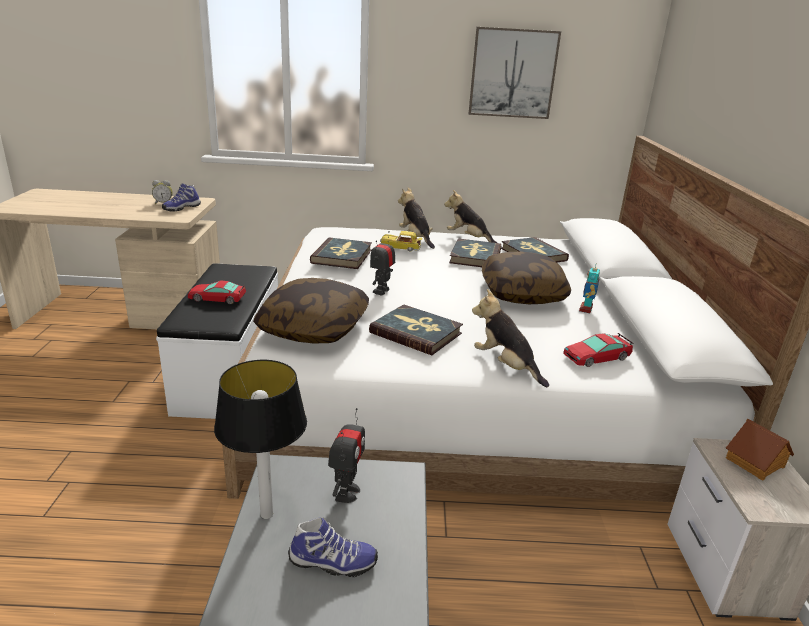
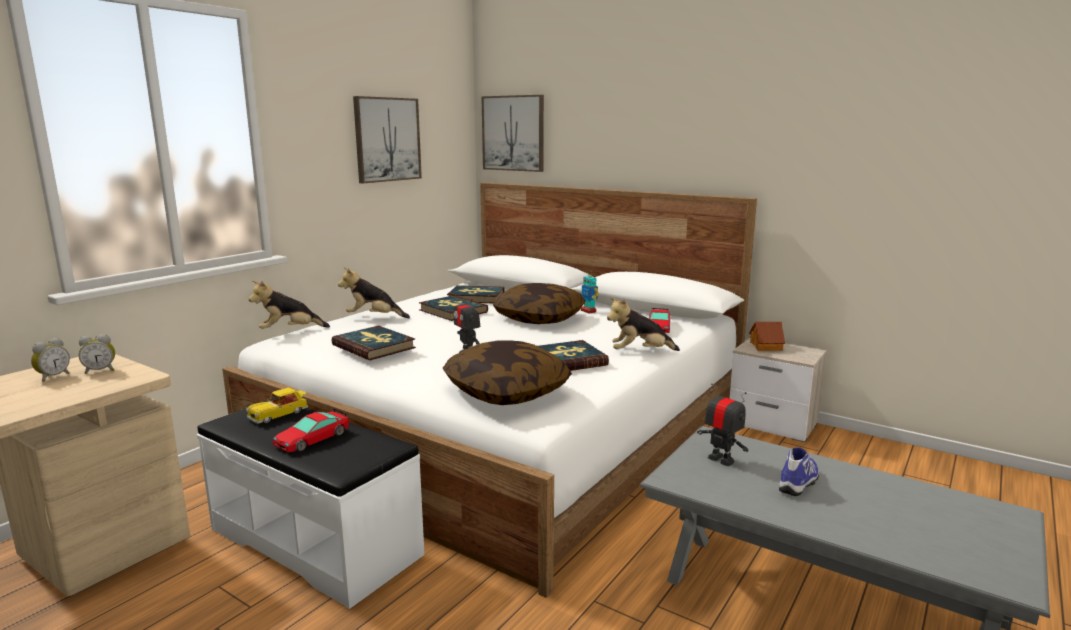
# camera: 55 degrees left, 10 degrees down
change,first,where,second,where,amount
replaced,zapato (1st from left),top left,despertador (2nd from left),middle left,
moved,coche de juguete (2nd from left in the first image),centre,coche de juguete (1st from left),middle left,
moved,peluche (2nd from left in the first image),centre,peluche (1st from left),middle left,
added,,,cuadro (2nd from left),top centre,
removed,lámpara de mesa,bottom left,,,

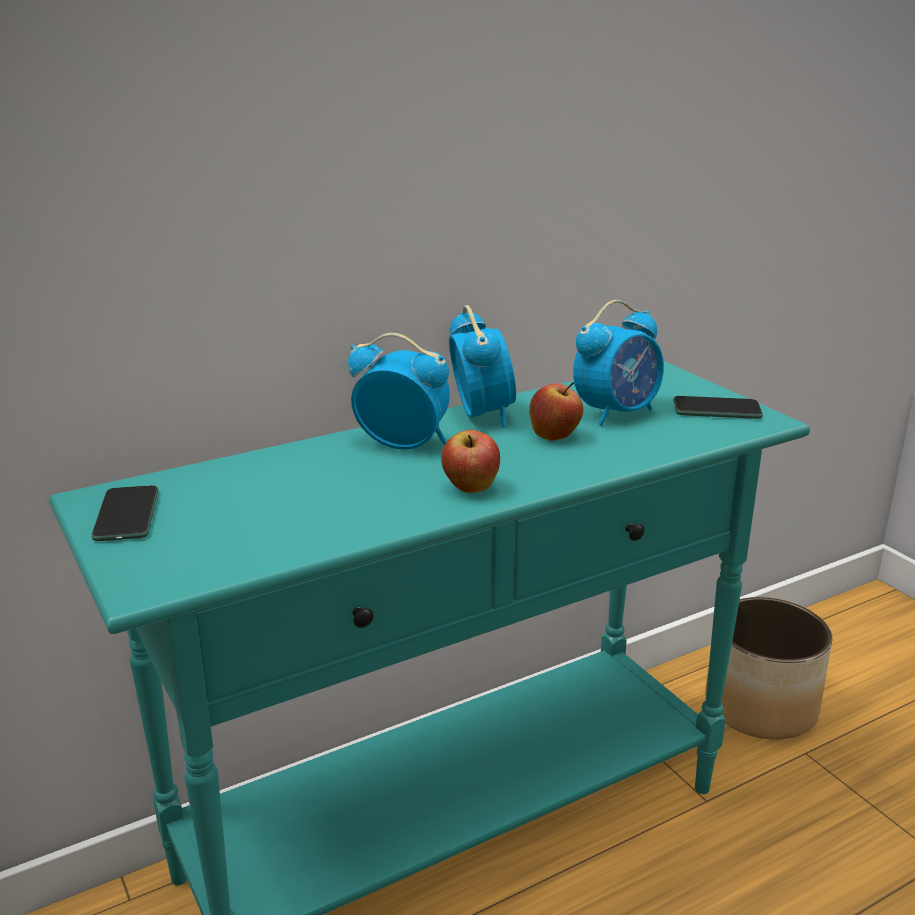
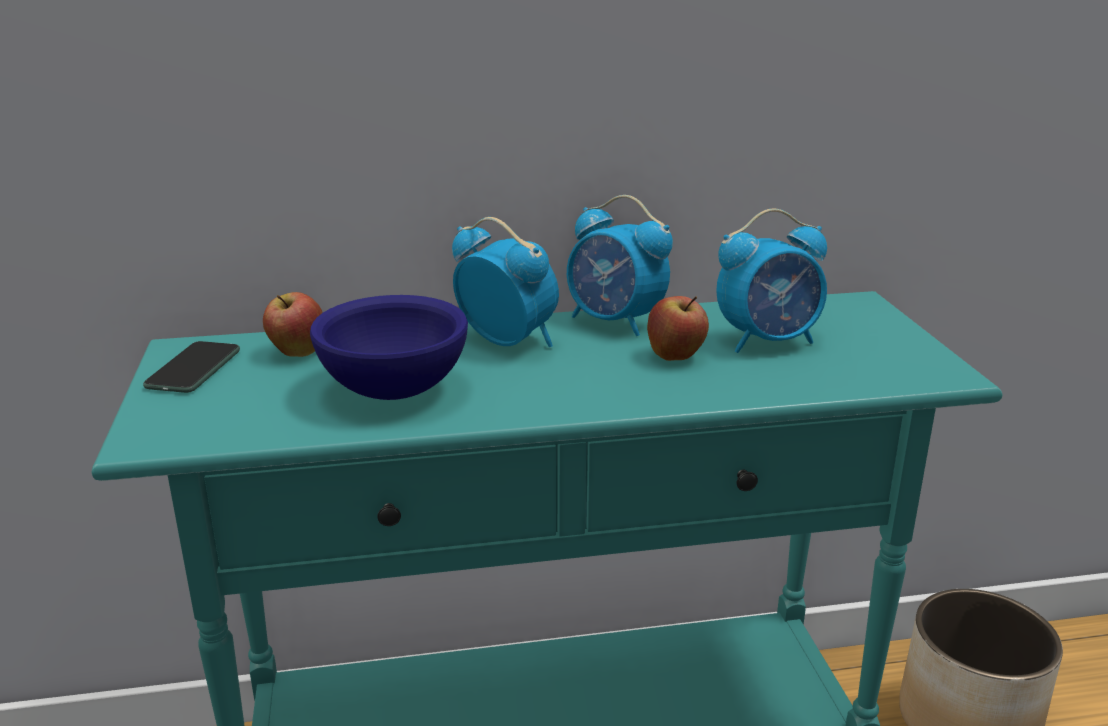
# camera: 20 degrees right, 0 degrees up
change,first,where,second,where,amount
moved,manzana (1st from left),centre,,middle left,
added,,,cuenco [azul],centre,
turned,despertador (2nd from left),centre,,centre,120 degrees clockwise
removed,móvil (2nd from left),middle right,,,

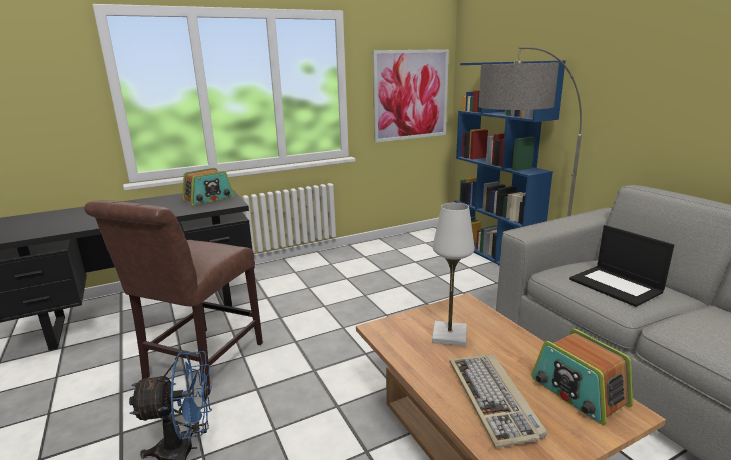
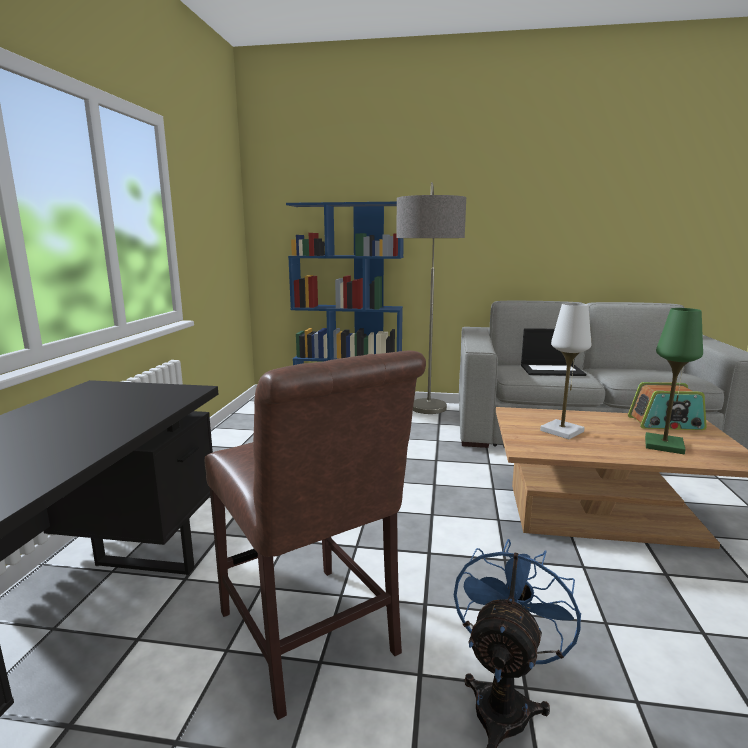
# camera: 55 degrees left, 5 degrees down
change,first,where,second,where,amount
replaced,teclado,bottom right,lámpara de mesa [verde],middle right,
removed,radio (1st from left),middle left,,,
removed,cuadro,top centre,,,

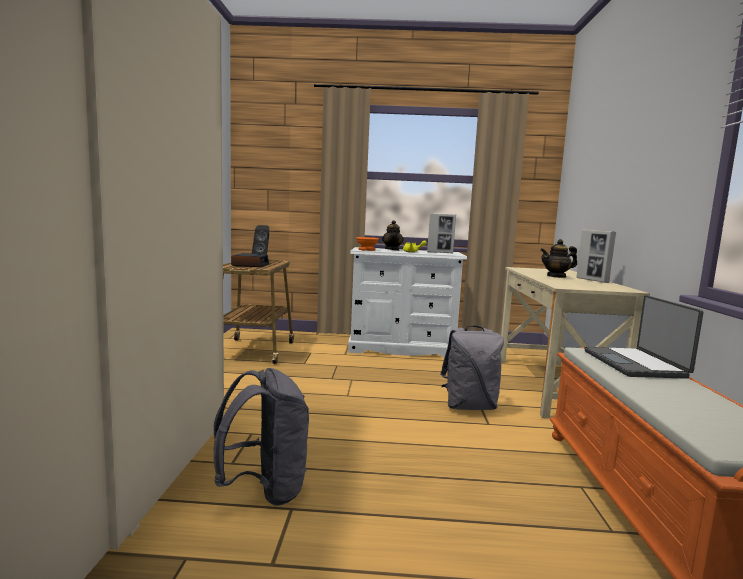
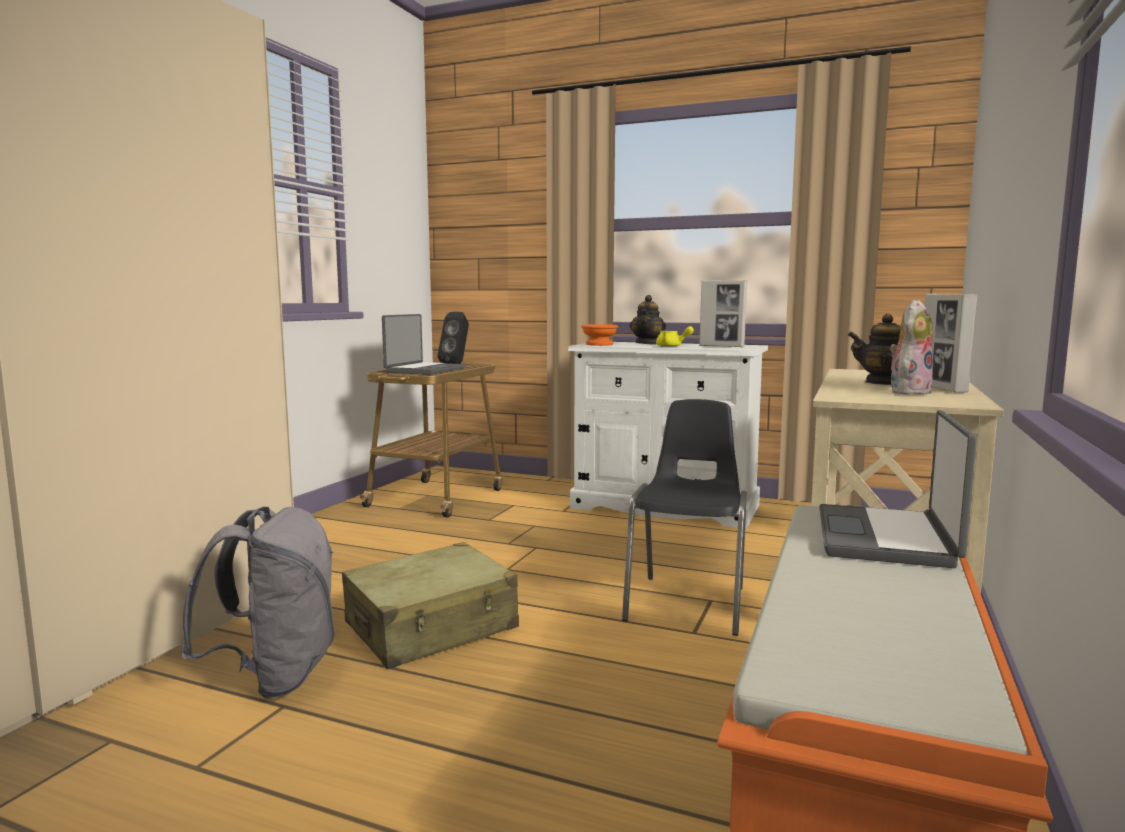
# camera: 20 degrees right, 0 degrees up
change,first,where,second,where,amount
added,,,maleta [beis],bottom centre,
replaced,despertador,centre,portátil (1st from left),centre,
replaced,mochila [gris] (2nd from left),centre,silla [negro],centre,
added,,,peluche,middle right,

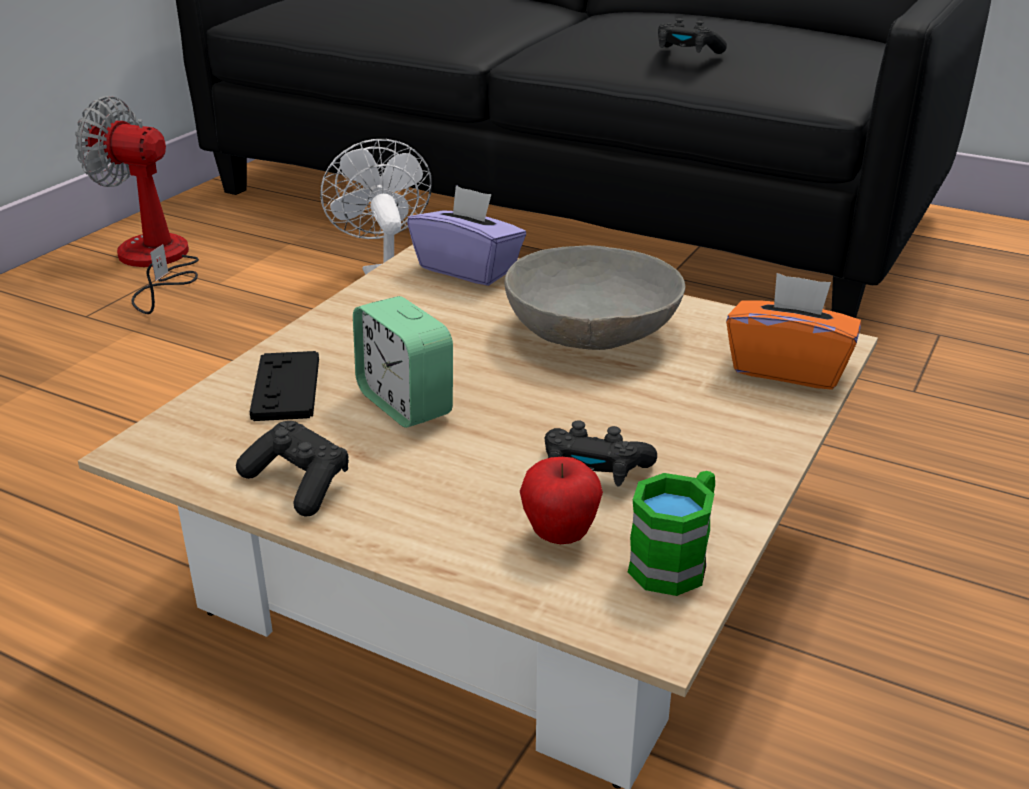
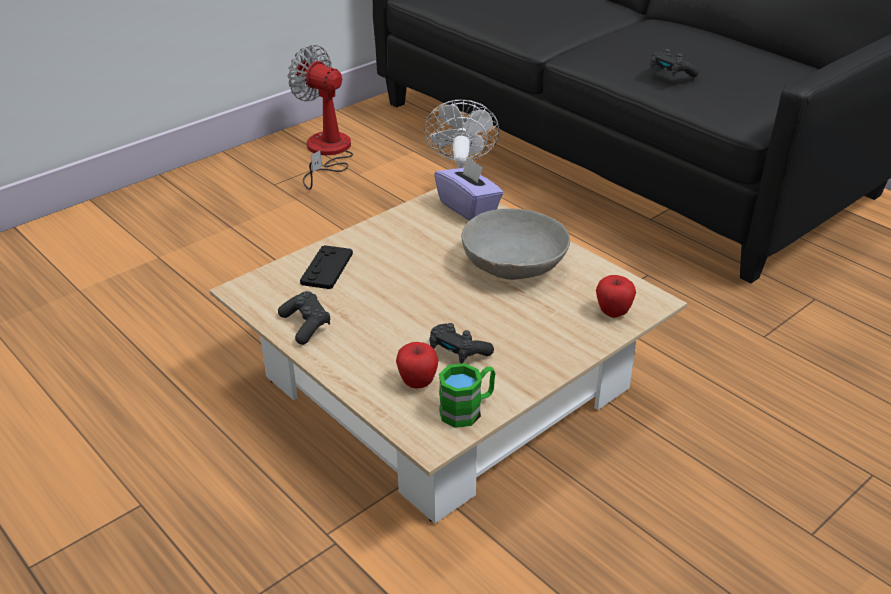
# camera: 20 degrees right, 5 degrees up
change,first,where,second,where,amount
replaced,caja de pañuelos [naranja],middle right,manzana (2nd from left),middle right,
removed,despertador,centre,,,

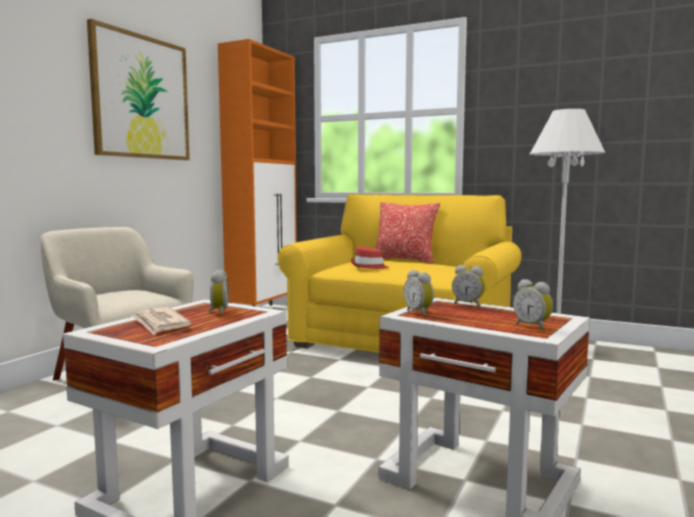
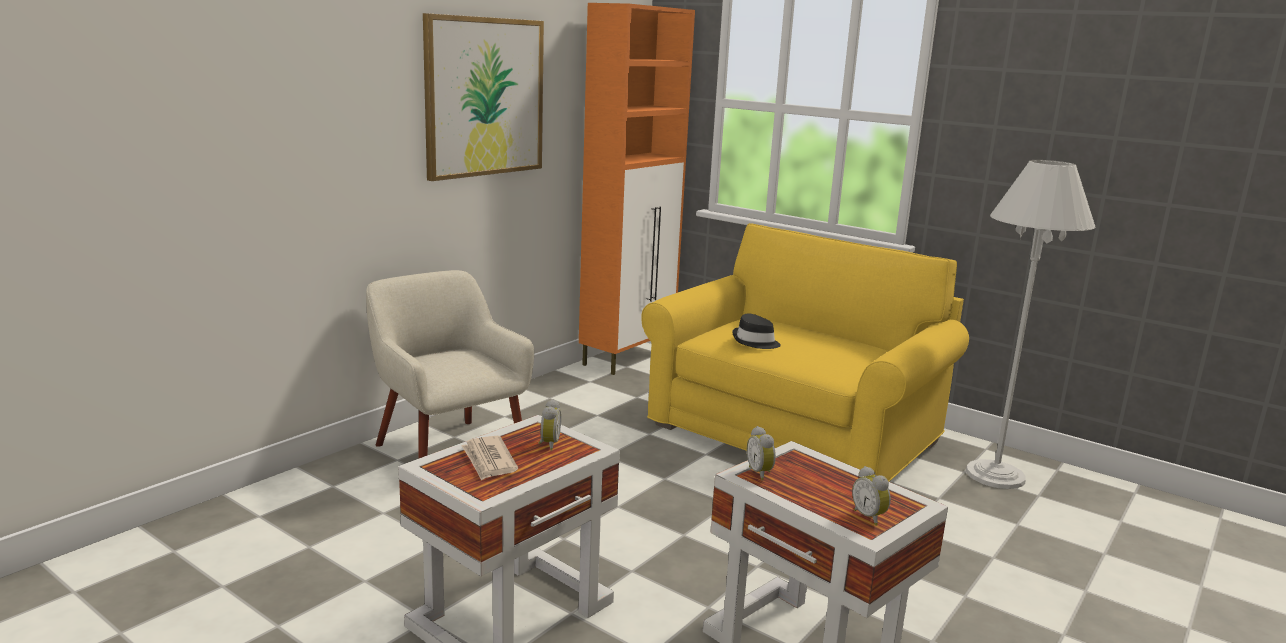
# camera: 10 degrees right, 10 degrees up
change,first,where,second,where,amount
recoloured,sombrero [rojo],centre,sombrero [negro],centre,
removed,cojín,centre,,,
removed,despertador (3rd from left),middle right,,,

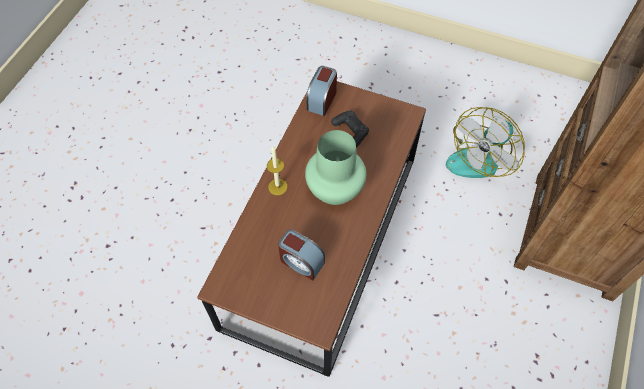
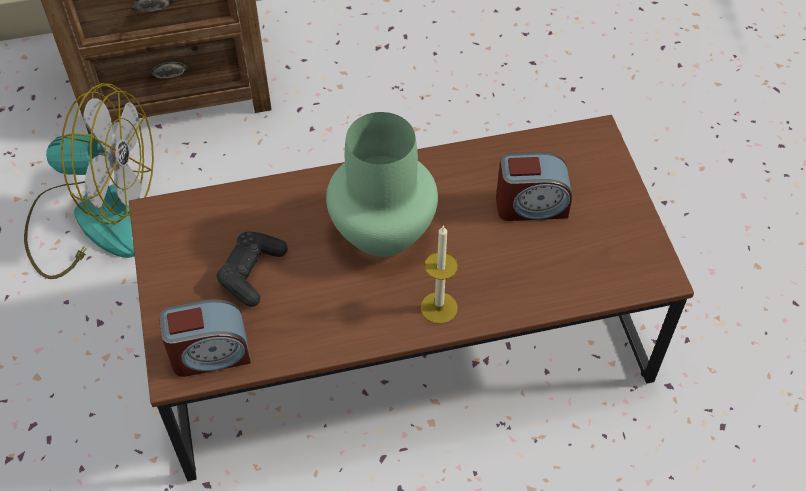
# camera: 125 degrees left, 5 degrees down
change,first,where,second,where,amount
turned,despertador (1st from left in the first image),centre,despertador (2nd from left),centre,90 degrees clockwise

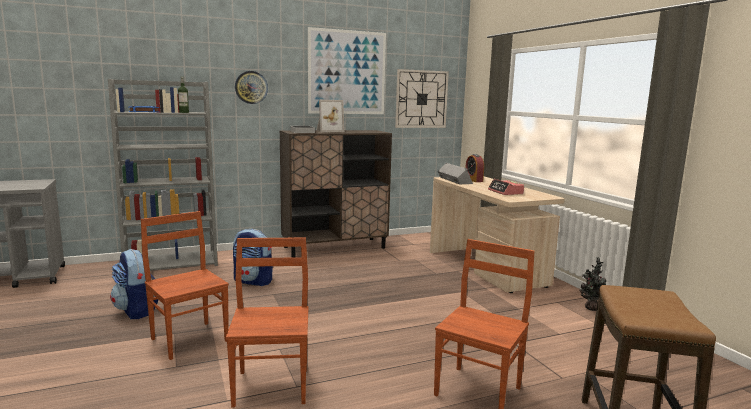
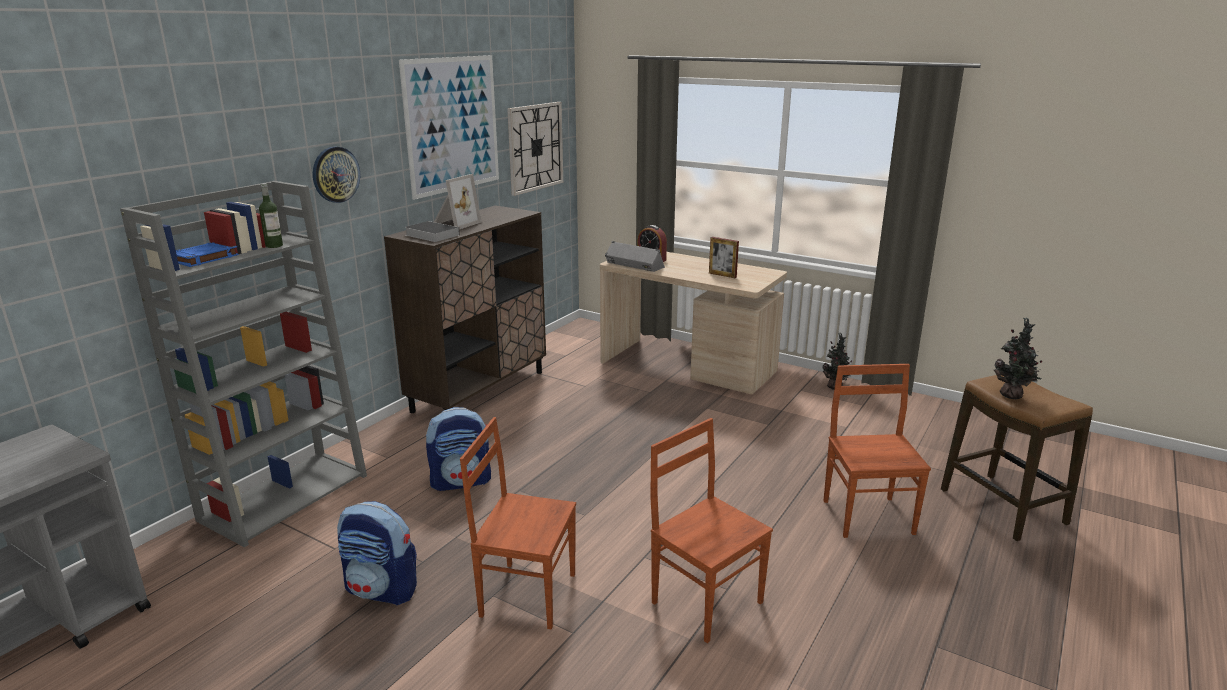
# camera: 35 degrees left, 10 degrees up
change,first,where,second,where,amount
replaced,despertador (2nd from left),middle right,portarretratos (2nd from left),centre,
added,,,planta en maceta (2nd from left),middle right,

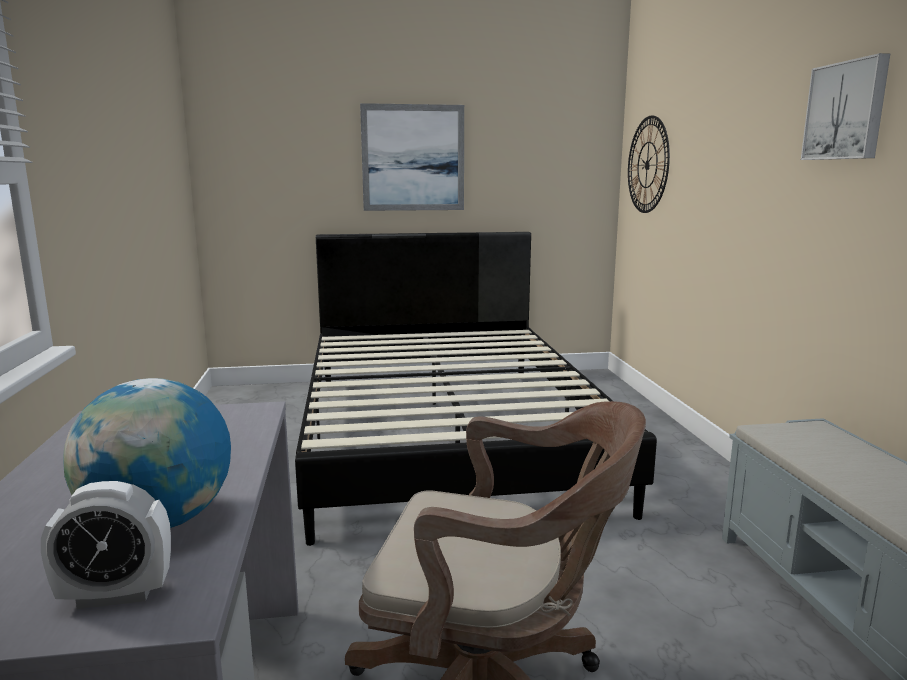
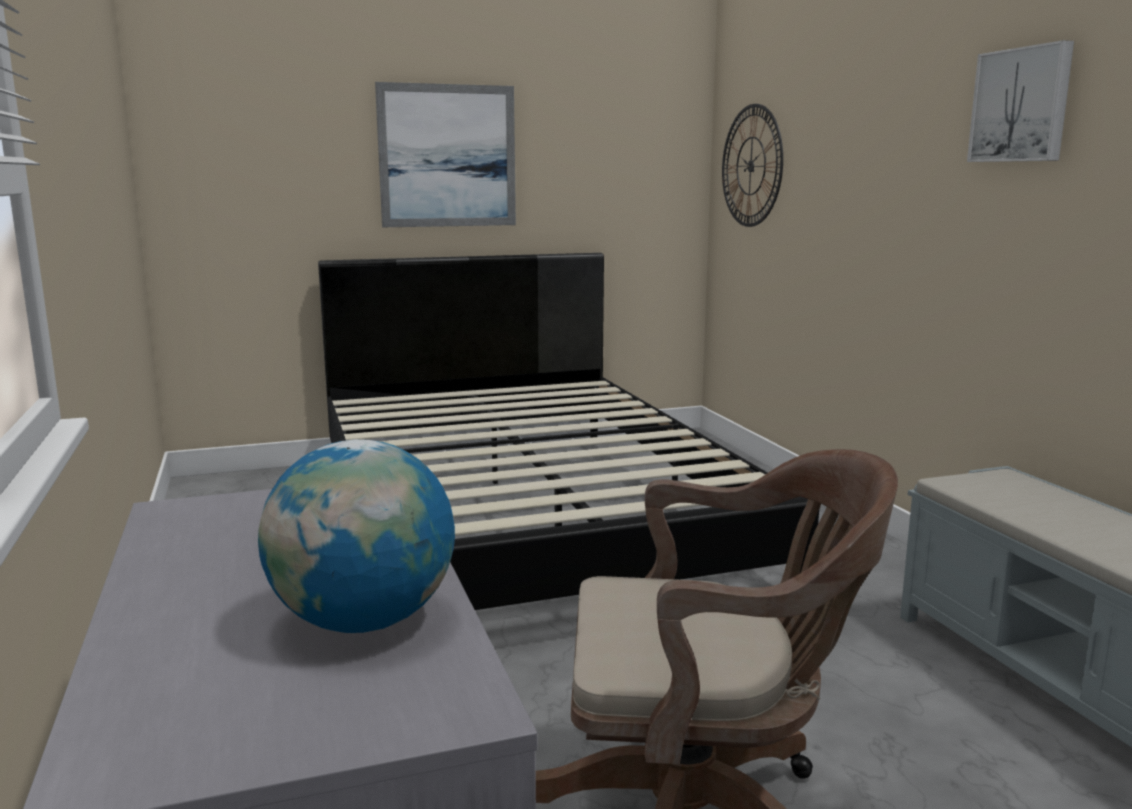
# camera: 10 degrees left, 0 degrees up
change,first,where,second,where,amount
removed,despertador,bottom left,,,

